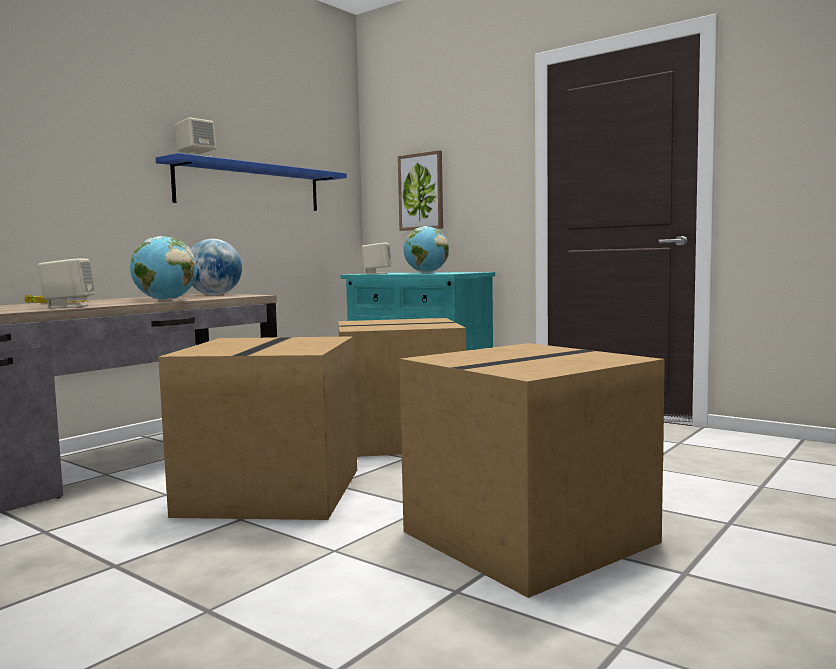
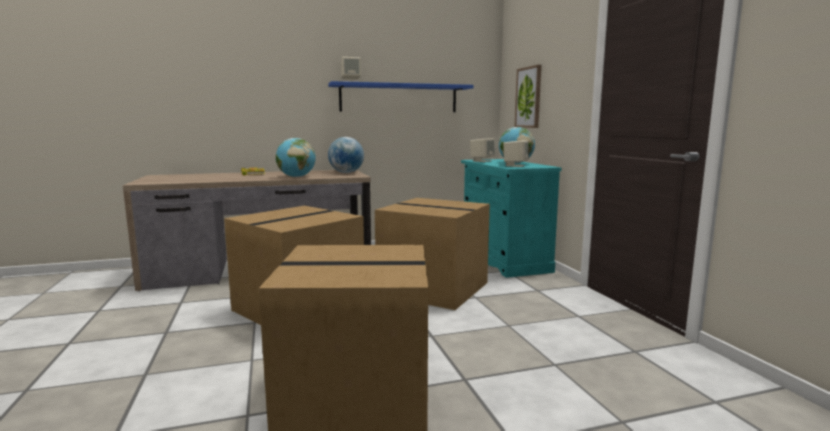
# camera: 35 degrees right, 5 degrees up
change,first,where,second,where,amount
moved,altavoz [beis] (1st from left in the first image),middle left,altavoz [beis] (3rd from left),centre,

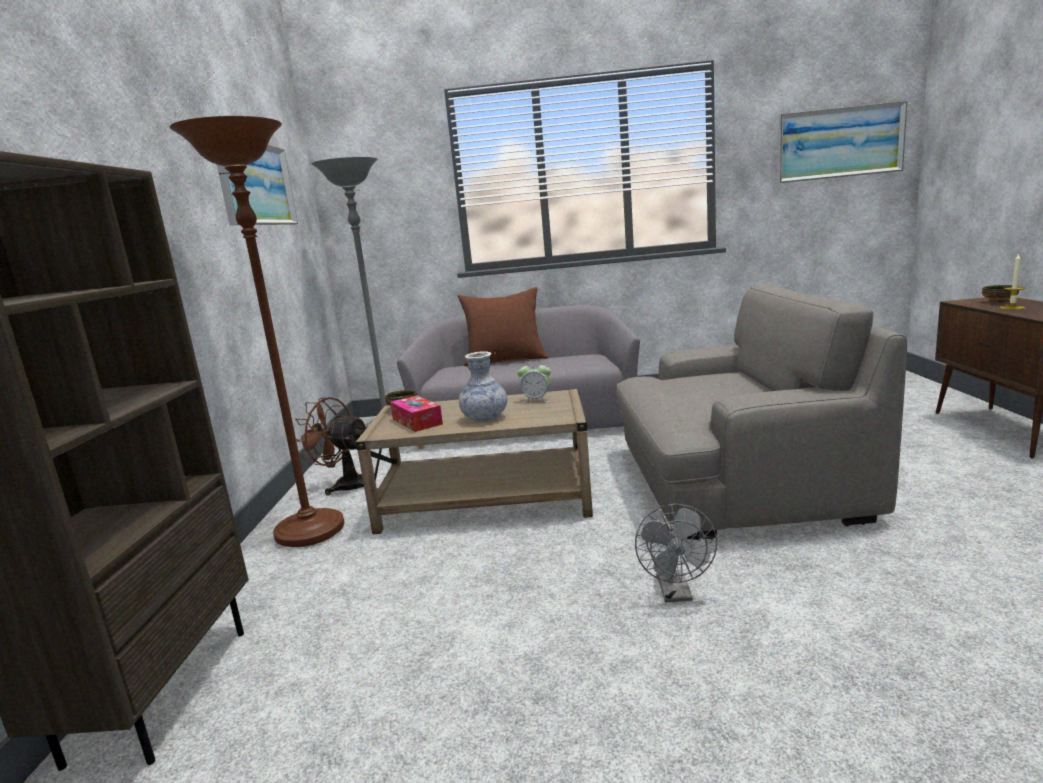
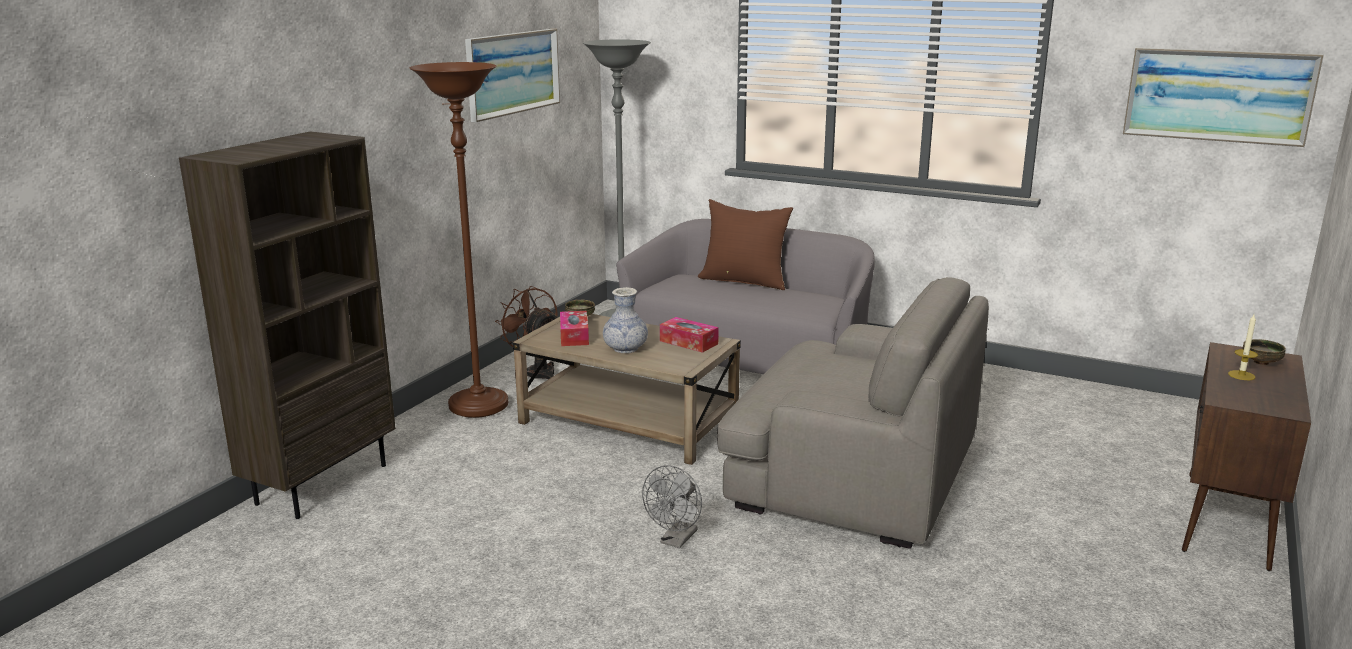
# camera: 25 degrees right, 5 degrees up
change,first,where,second,where,amount
replaced,despertador,centre,caja de pañuelos (2nd from left),centre,

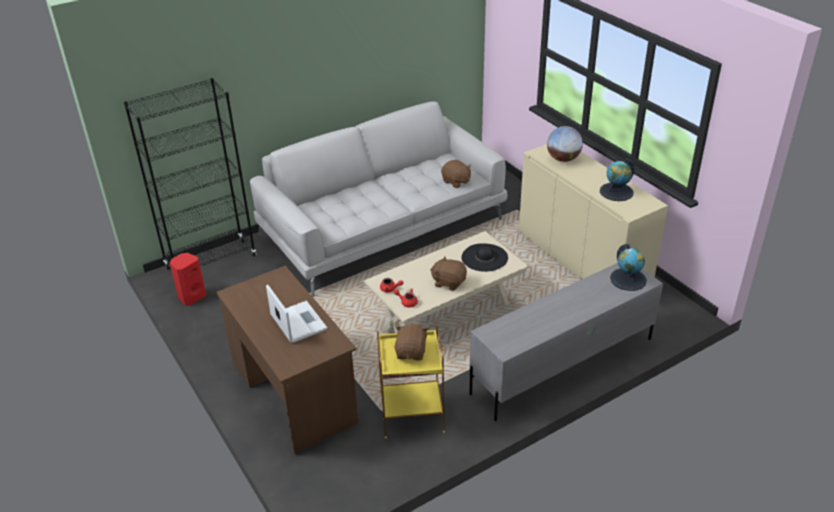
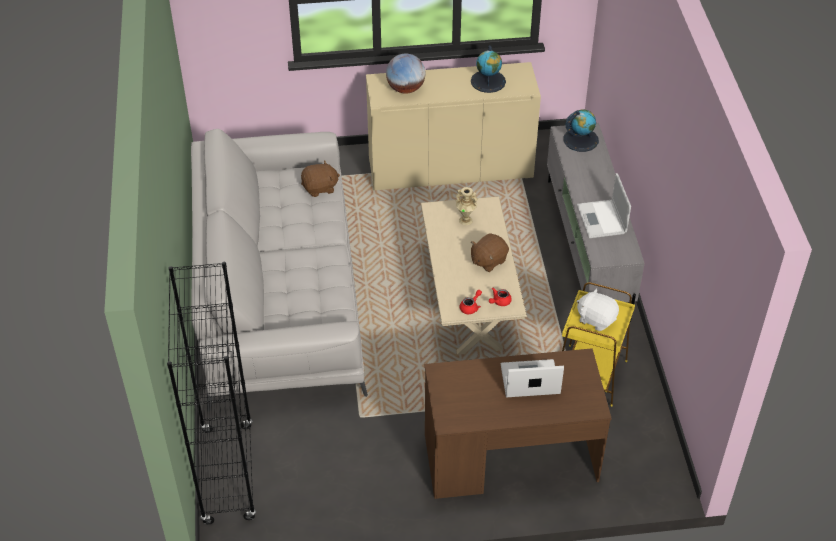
# camera: 65 degrees left, 10 degrees up
change,first,where,second,where,amount
replaced,sombrero [negro],centre,florero [beis],centre,
added,,,portátil (2nd from left),middle right,
recoloured,peluche [marrón] (1st from left),bottom centre,peluche [blanco],middle right,
removed,altavoz [rojo],middle left,,,

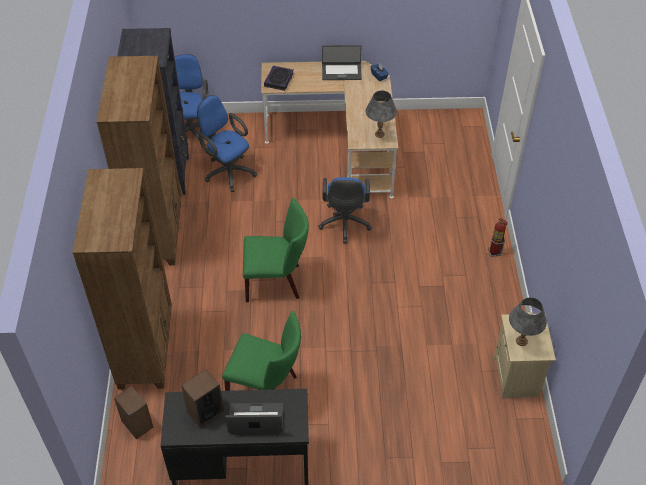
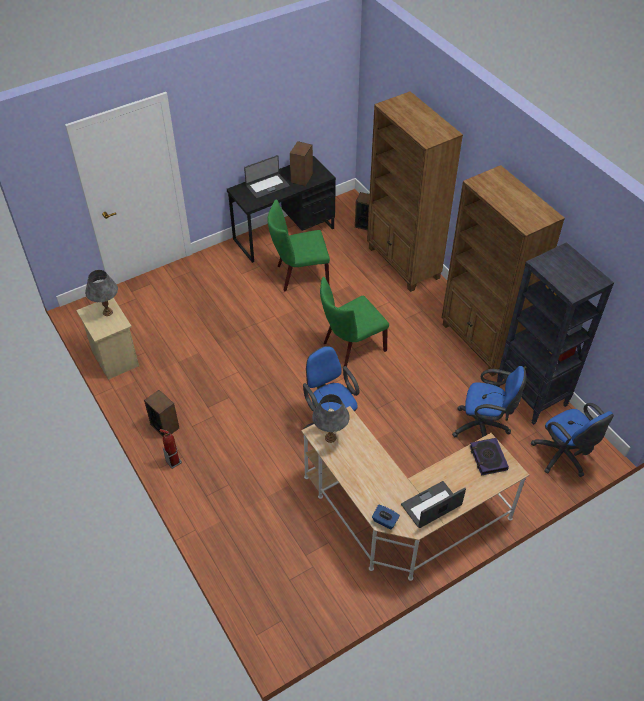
# camera: 150 degrees right, 0 degrees up
change,first,where,second,where,amount
added,,,altavoz (1st from left),middle left,

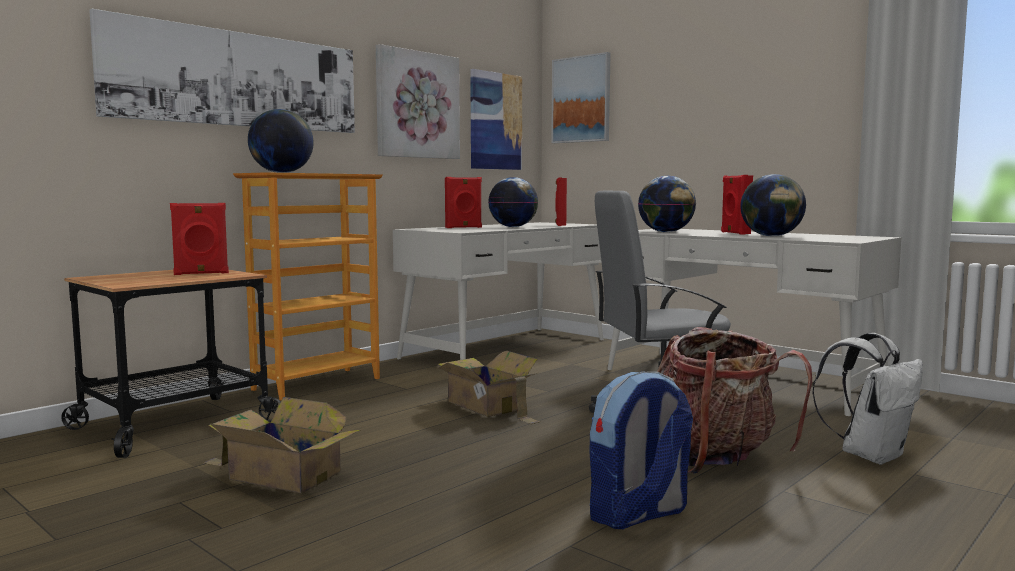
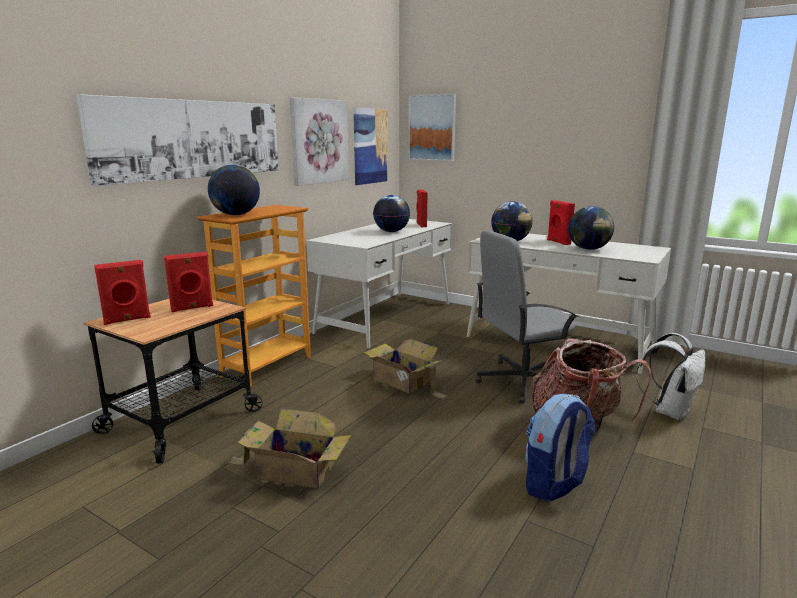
# camera: 10 degrees left, 10 degrees up
change,first,where,second,where,amount
moved,altavoz [rojo] (2nd from left in the first image),centre,altavoz [rojo] (1st from left),middle left,

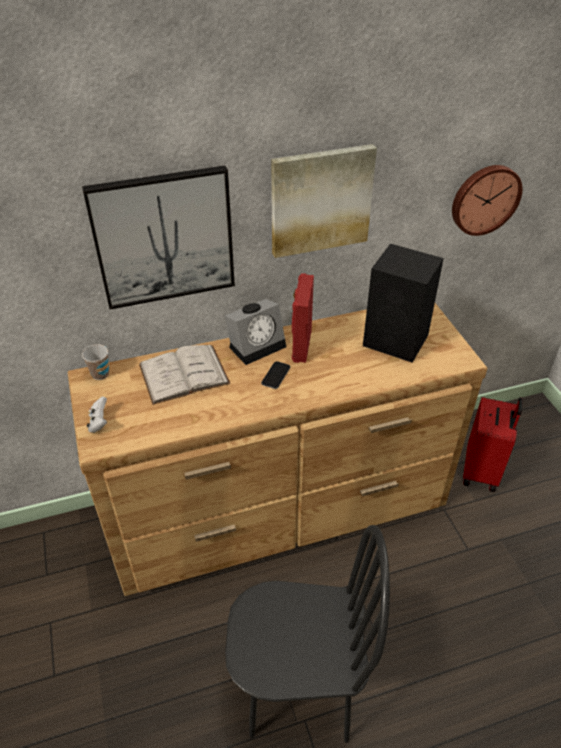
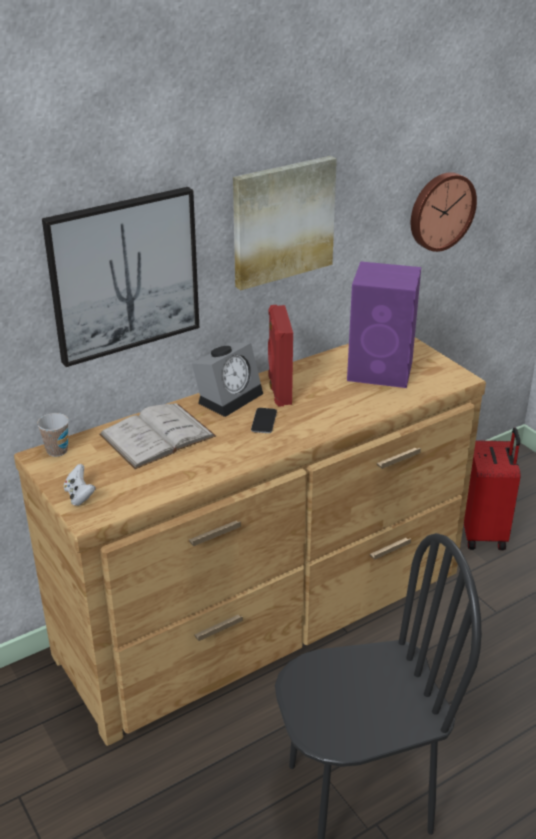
# camera: 15 degrees left, 10 degrees down
change,first,where,second,where,amount
recoloured,altavoz [negro],middle right,altavoz [morado],middle right,

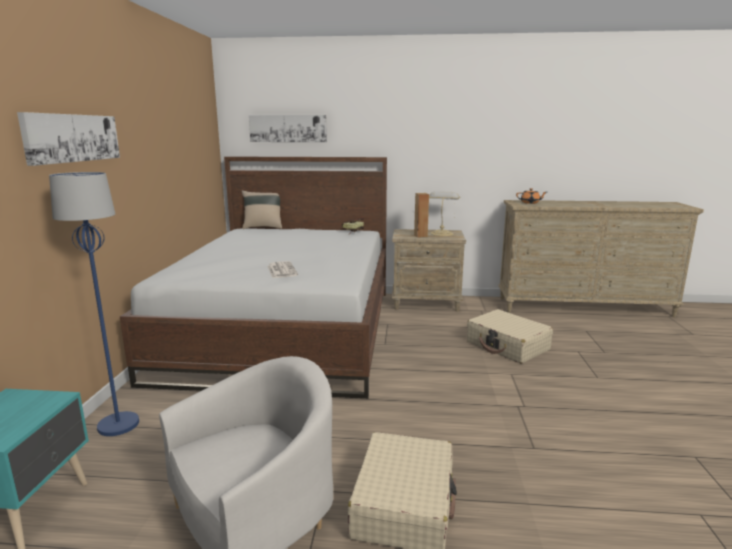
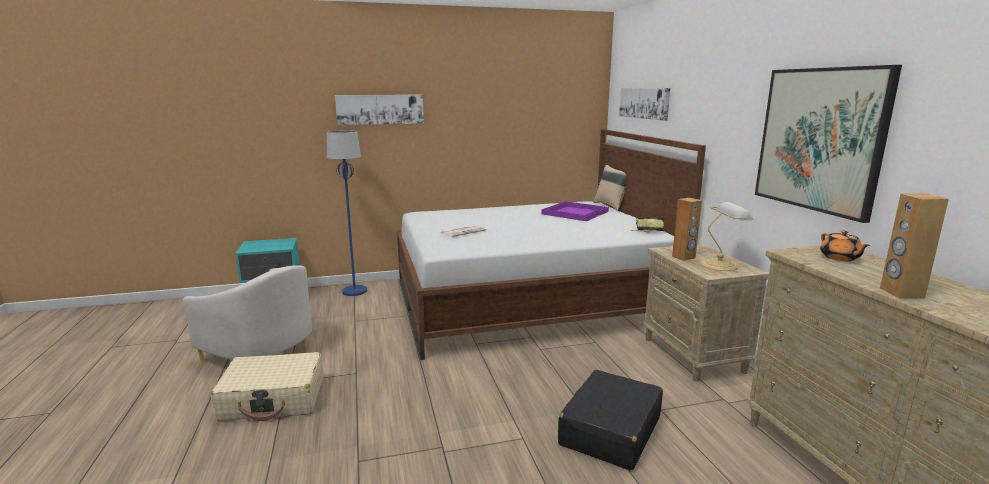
# camera: 70 degrees right, 0 degrees up
change,first,where,second,where,amount
added,,,bandeja [morado],centre,
recoloured,maleta [beis] (2nd from left),middle right,maleta [negro],bottom centre,
added,,,cuadro (3rd from left),top right,
added,,,altavoz [marrón] (2nd from left),middle right,

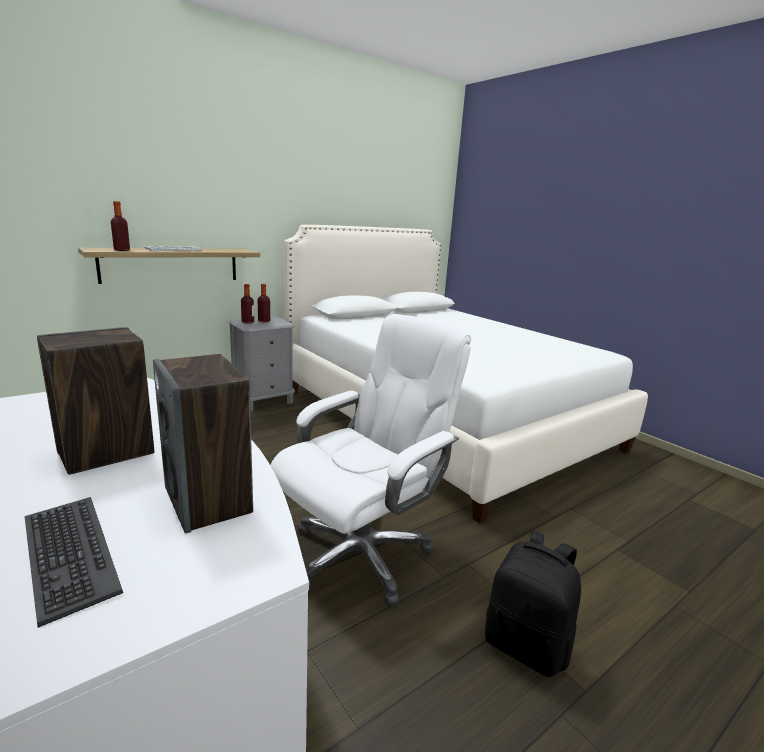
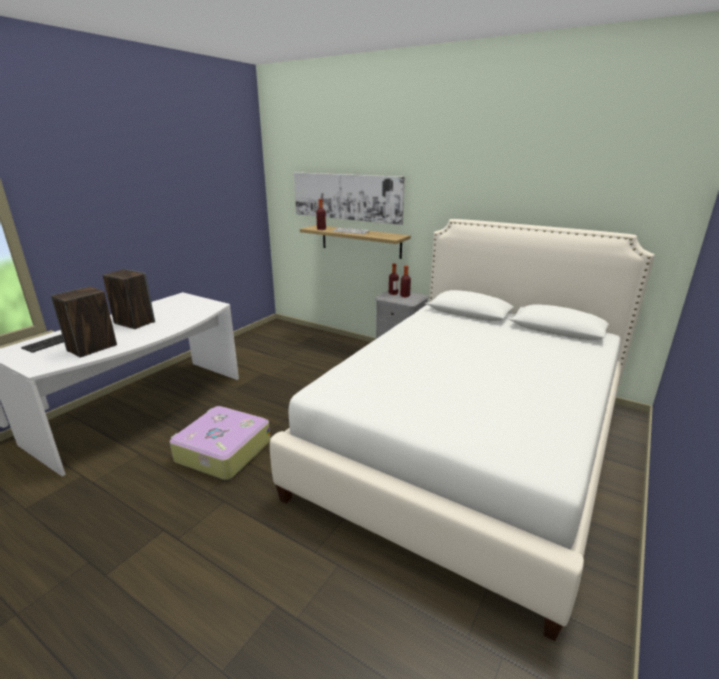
# camera: 70 degrees right, 5 degrees up
change,first,where,second,where,amount
replaced,silla de oficina [blanco],centre,maleta,middle left,
added,,,cuadro,top centre,
removed,mochila [negro],bottom right,,,

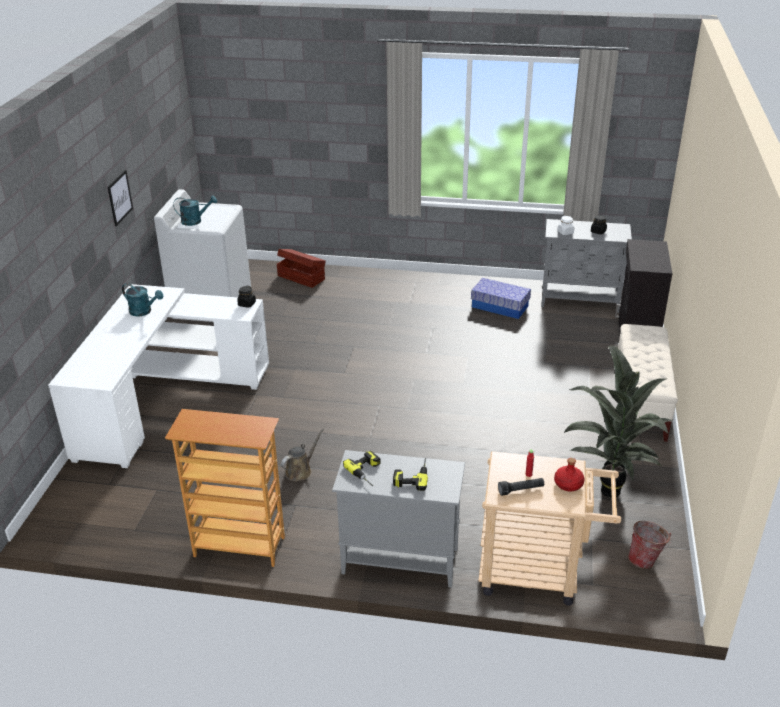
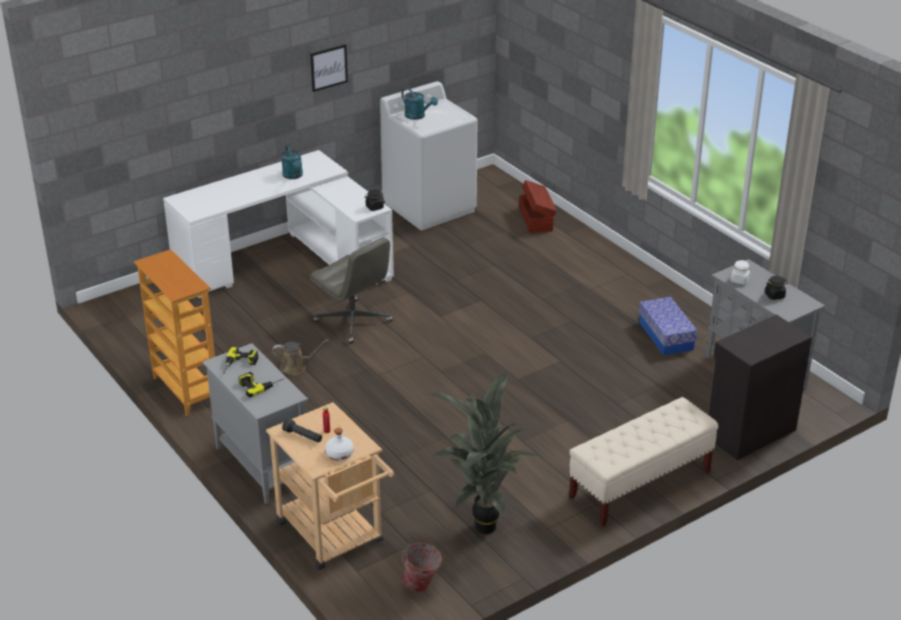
# camera: 45 degrees right, 0 degrees up
change,first,where,second,where,amount
added,,,silla de oficina [gris],centre,
recoloured,botella [rojo] (2nd from left),bottom right,botella [blanco],bottom centre,

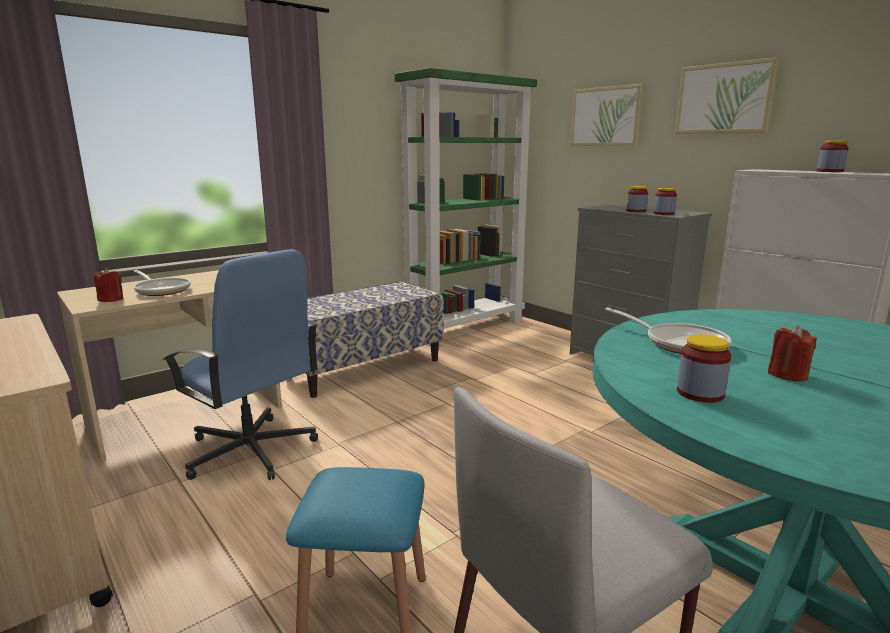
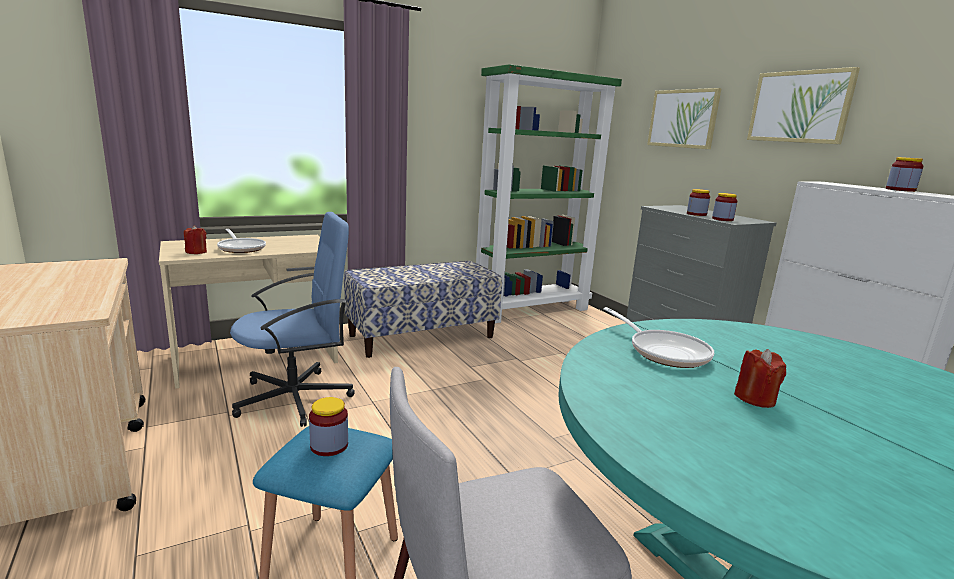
# camera: 10 degrees right, 0 degrees up
change,first,where,second,where,amount
turned,silla de oficina [azul],middle left,,middle left,75 degrees counterclockwise
moved,tarro (3rd from left in the first image),middle right,tarro (1st from left),bottom centre,

